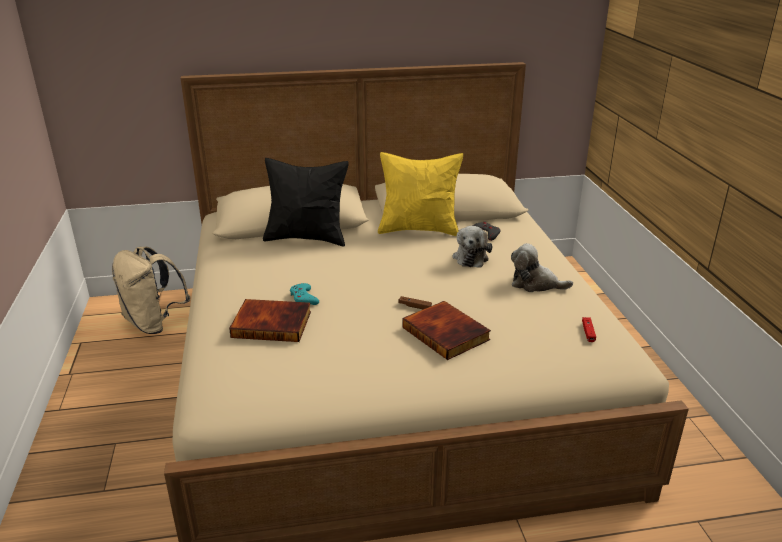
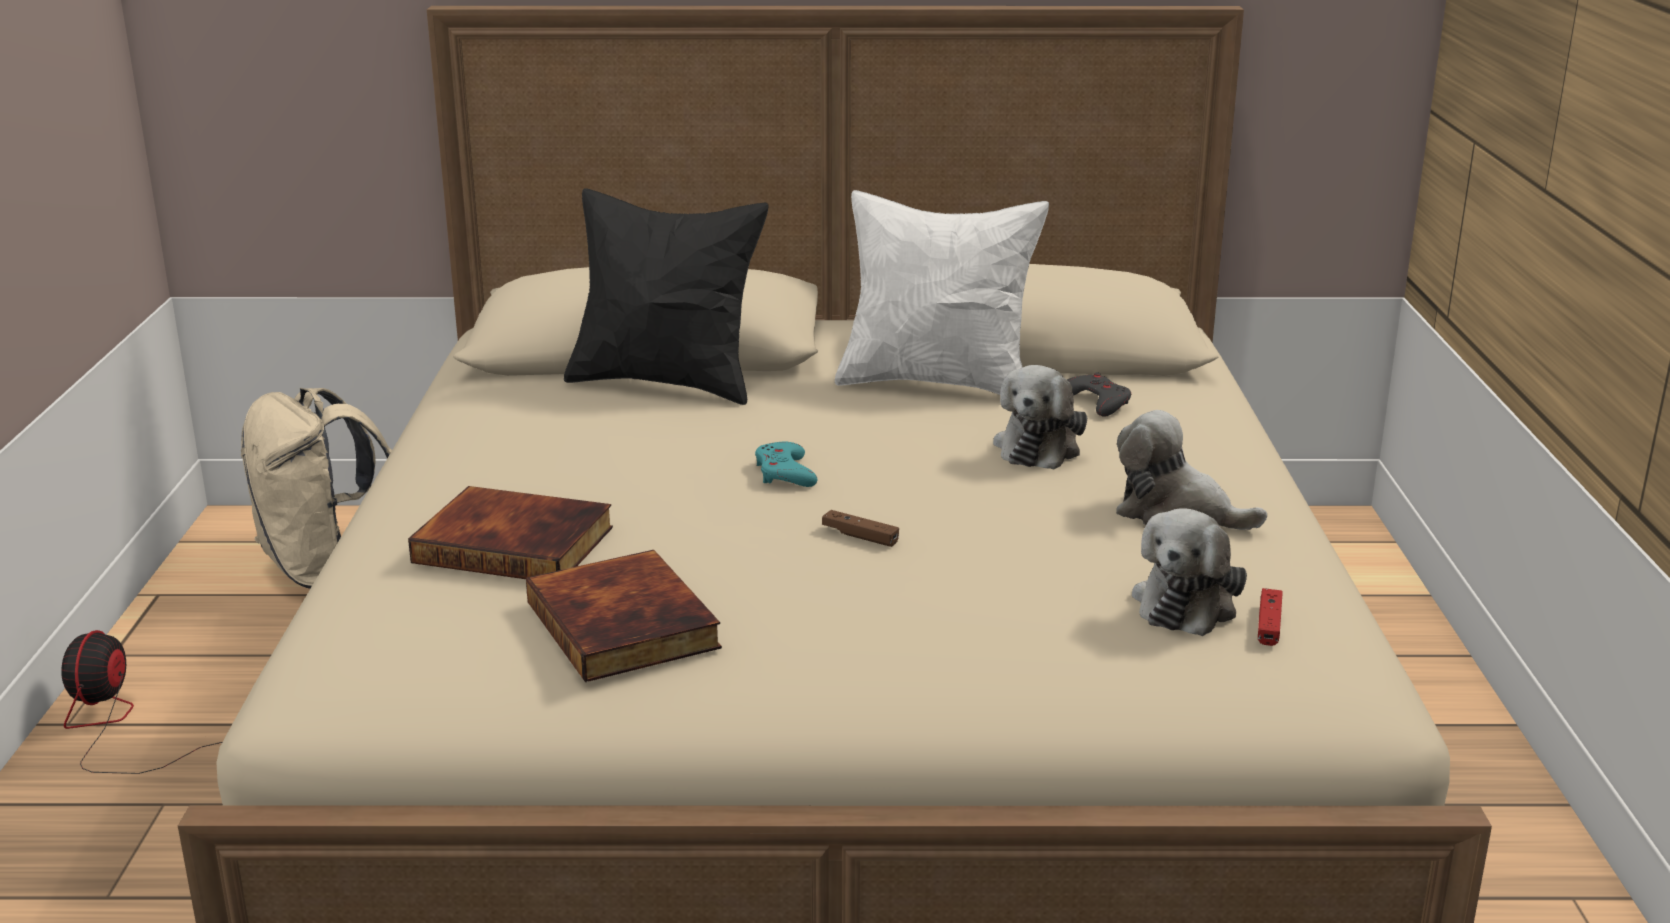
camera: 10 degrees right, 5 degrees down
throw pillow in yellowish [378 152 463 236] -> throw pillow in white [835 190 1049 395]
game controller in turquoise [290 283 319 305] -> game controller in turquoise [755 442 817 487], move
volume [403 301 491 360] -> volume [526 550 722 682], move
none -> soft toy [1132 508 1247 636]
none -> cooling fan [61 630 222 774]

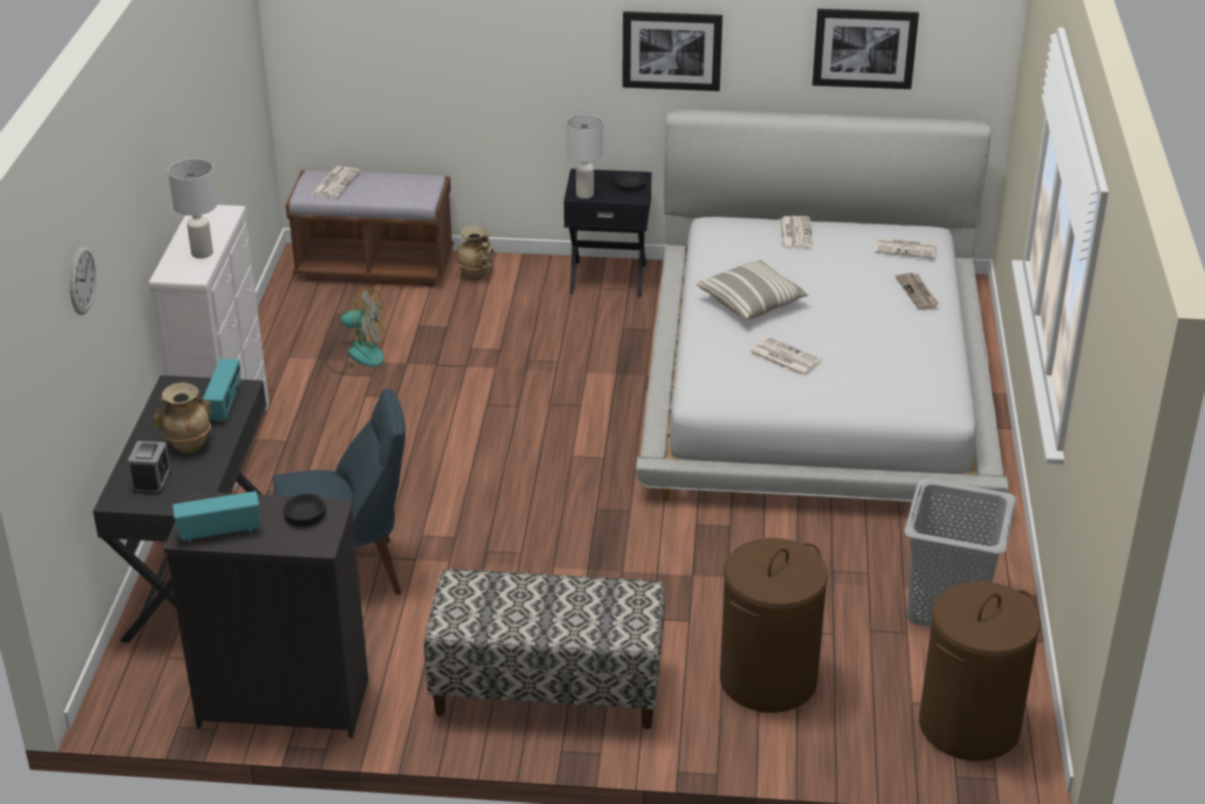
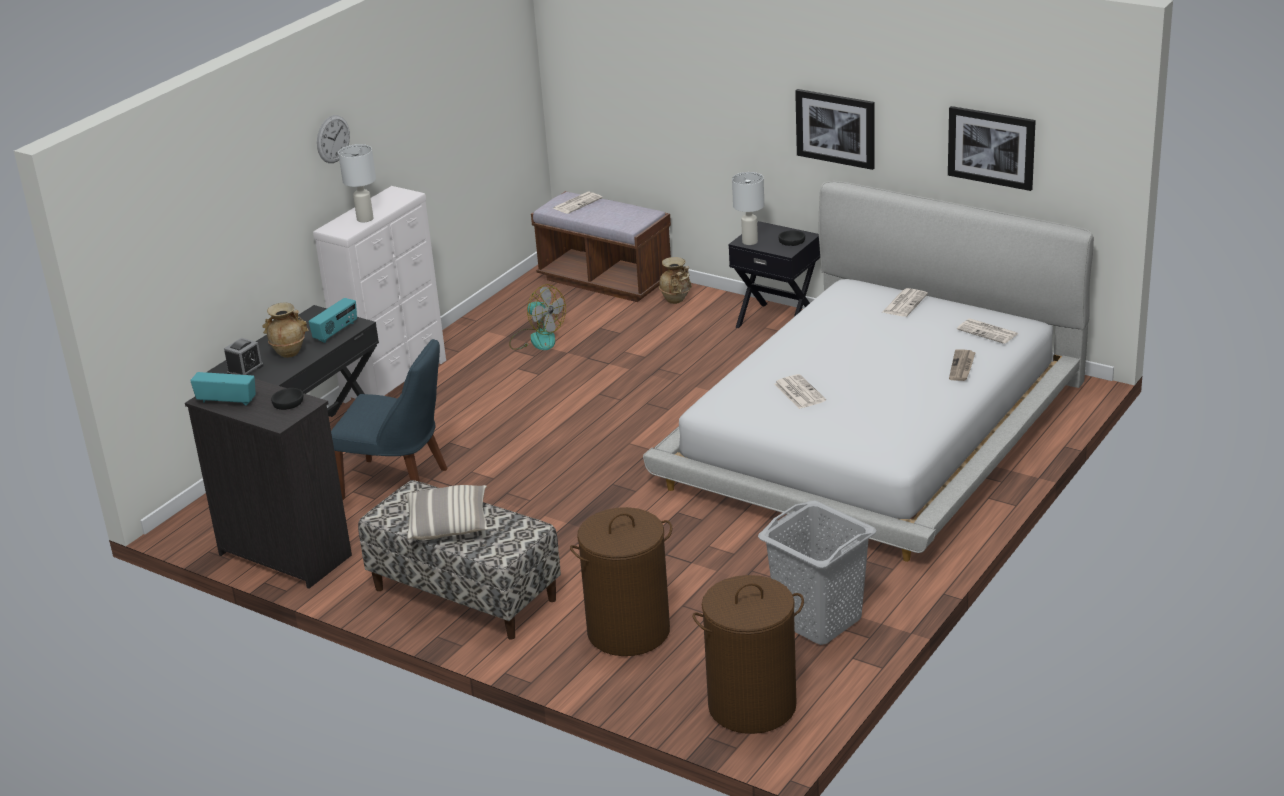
camera: 30 degrees right, 5 degrees down
clock on the wall [70 245 96 315] -> clock on the wall [317 115 350 163], move
throw pillow [696 260 810 320] -> throw pillow [406 485 488 540], move

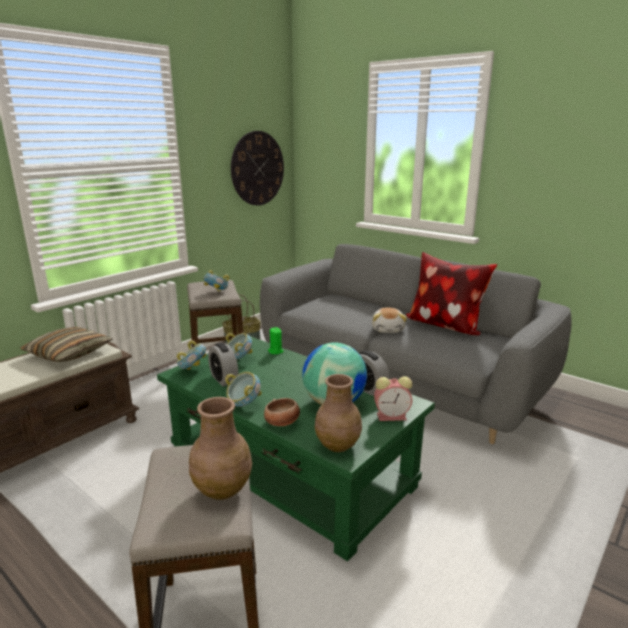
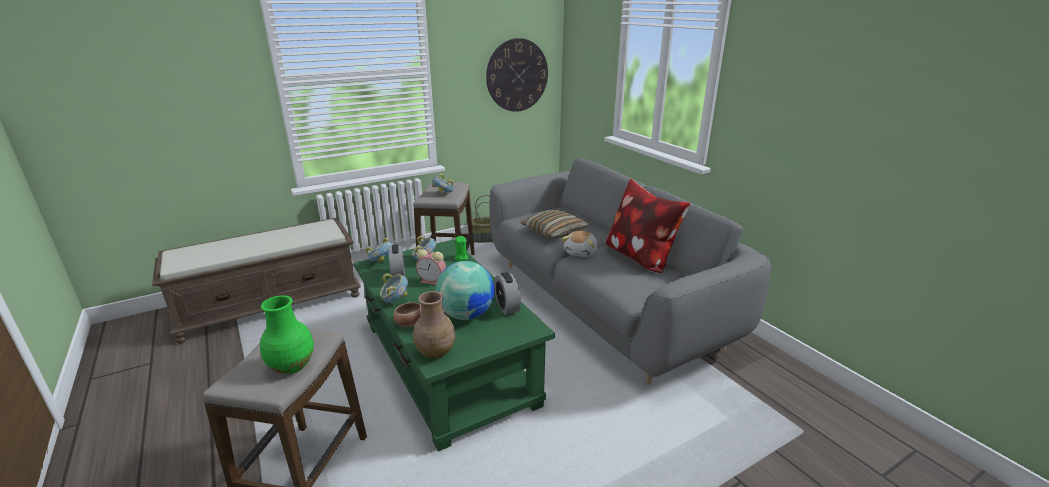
camera: 20 degrees right, 5 degrees up
throw pillow [20 327 112 362] -> throw pillow [520 210 590 238], move
table clock [374 376 412 421] -> table clock [416 249 446 285], move
vase in brown-coloured [189 397 252 500] -> vase in greenish [260 295 314 374]

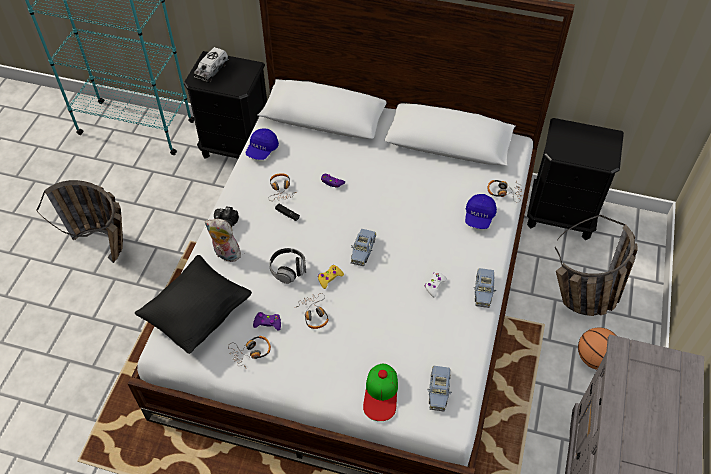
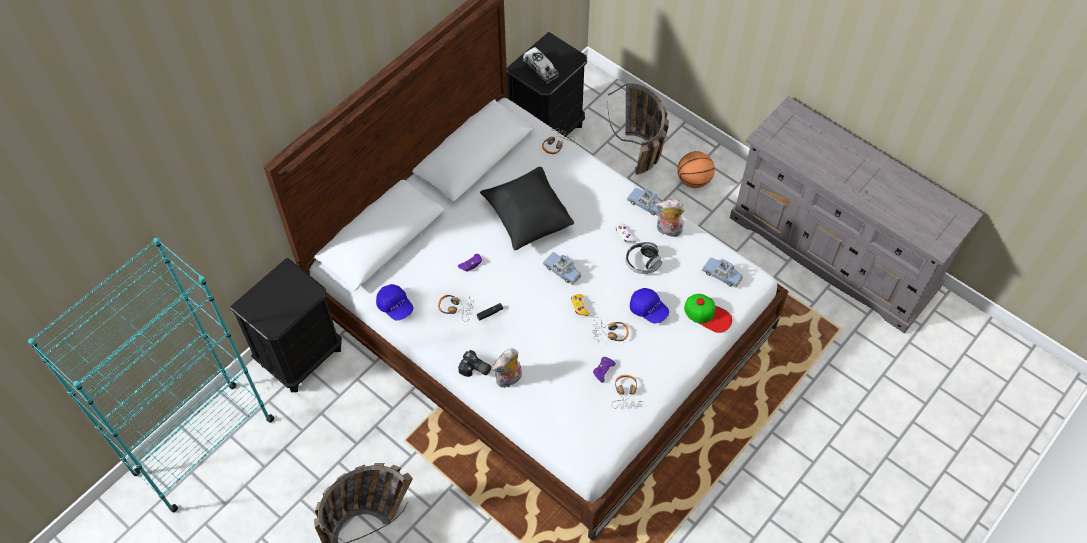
camera: 65 degrees left, 5 degrees up
toy truck [194 47 229 83] -> toy truck [523 47 559 84], move
baseball cap in blue-coloured [465 194 497 229] -> baseball cap in blue-coloured [630 288 669 324], move
pair of headphones [269 248 306 284] -> pair of headphones [626 242 662 274], move
throw pillow in blackish [135 255 252 354] -> throw pillow in blackish [480 167 574 250], move
none -> soft toy [655 199 685 239]

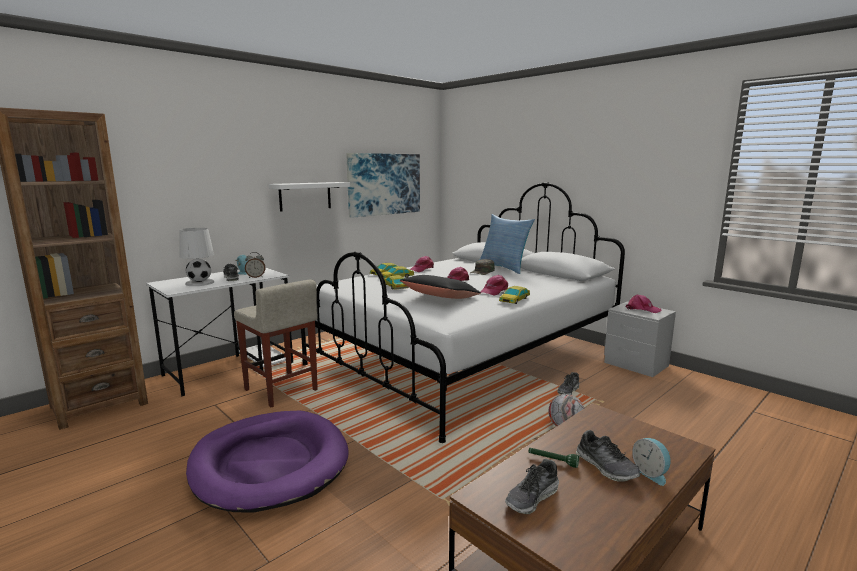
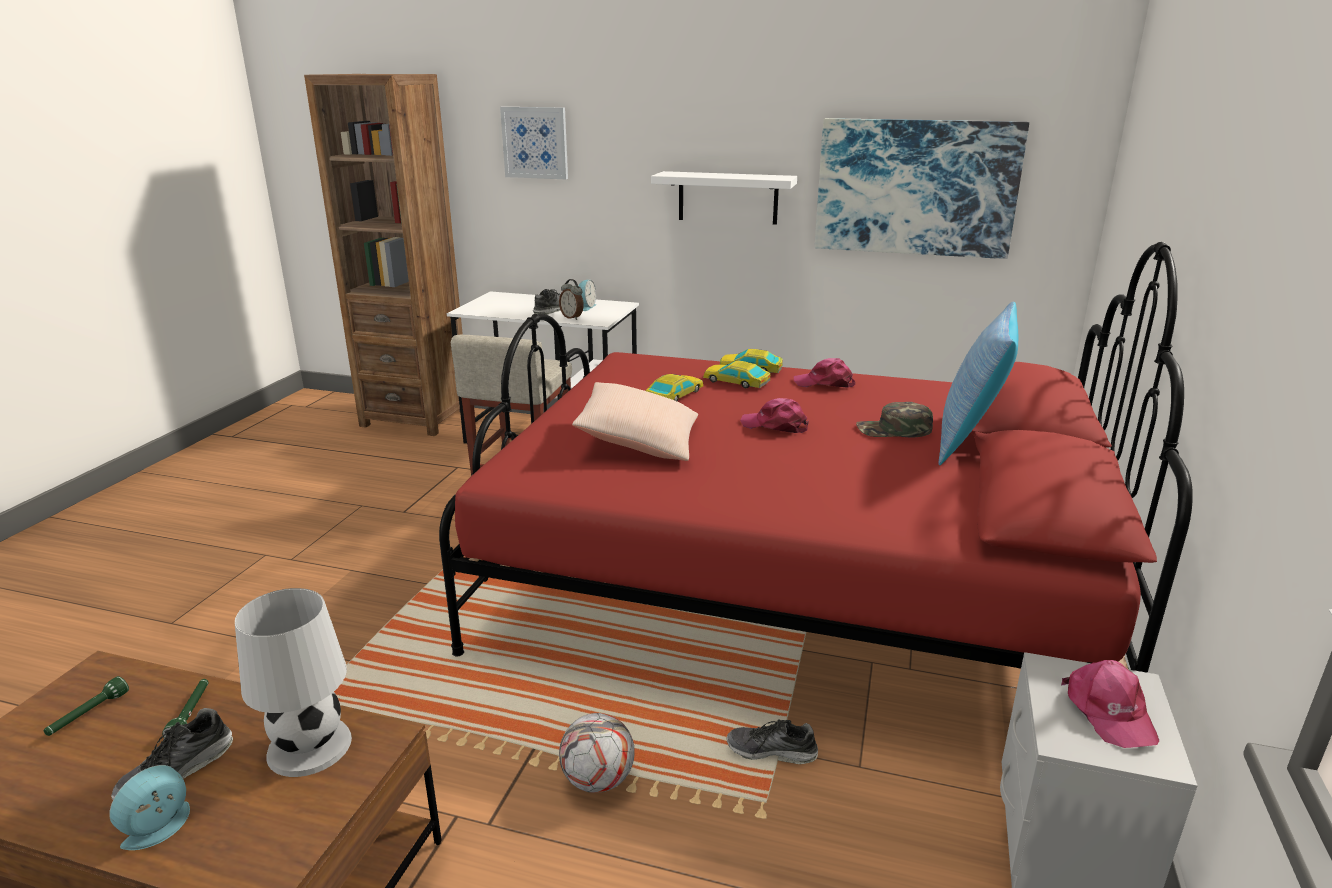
camera: 60 degrees right, 10 degrees up
bed in white [301 182 625 443] -> bed in red [439 242 1193 673]
table lamp in white [179 228 214 286] -> table lamp in white [235 588 352 777], move
throw pillow in blackish [400 275 481 299] -> throw pillow in beige-coloured [572 382 698 461]
baseball cap in pinkish [480 275 508 296] -> none
miniature car [499 286 530 304] -> none
dog bed in purple [186 411 349 513] -> none
item of footwear [505 459 559 514] -> hand torch in greenish [44 676 129 736]
none -> picture [500 107 568 179]

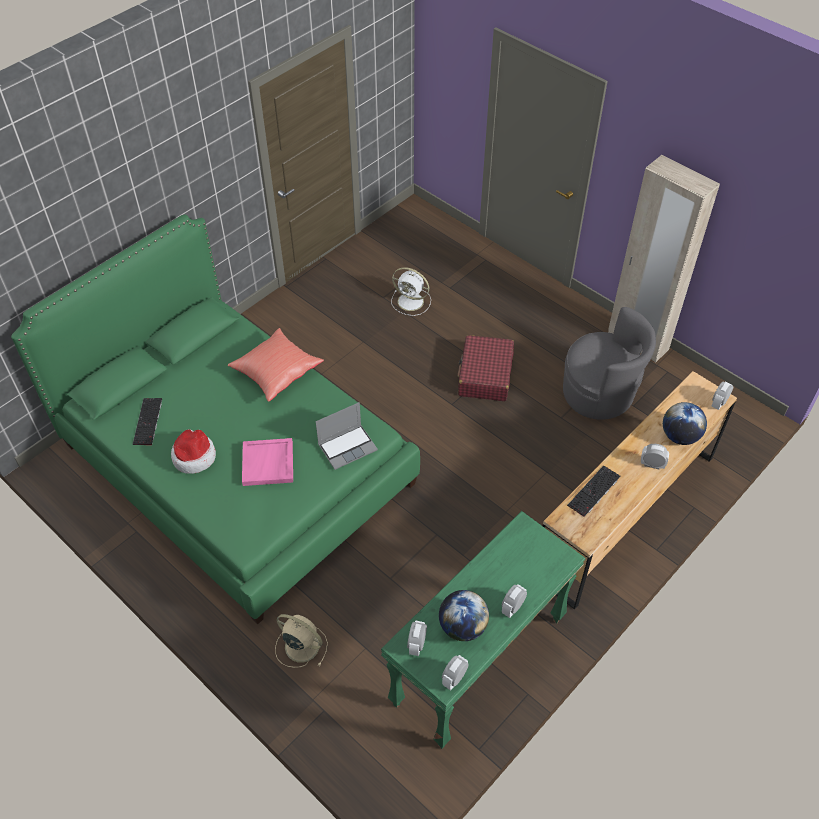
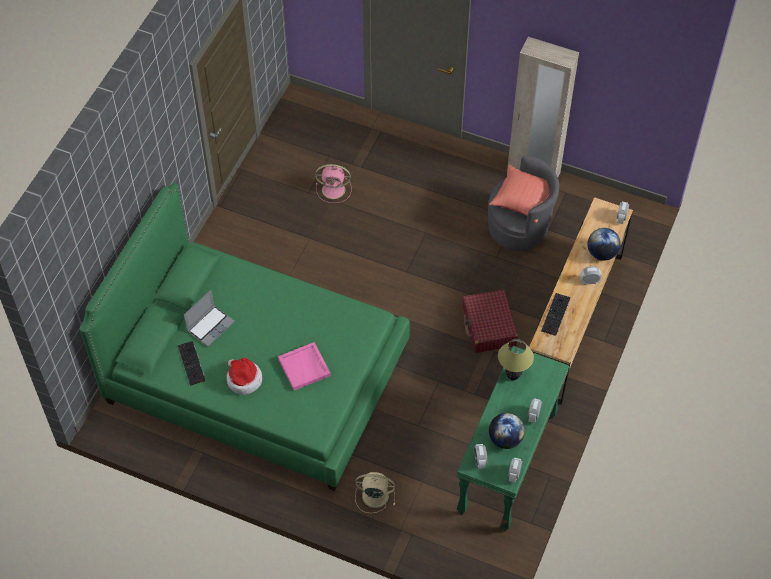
camera: 20 degrees left, 5 degrees up
cooling fan in white [391 267 431 316] -> cooling fan in pinkish [315 164 351 203]
throw pillow in red [228 328 324 402] -> throw pillow in red [489 164 550 223], move
piece of luggage in red [458 335 514 401] -> piece of luggage in red [463 290 518 353], move
laptop [316 402 378 470] -> laptop [184 290 235 347], move
none -> table lamp [498 339 534 380]

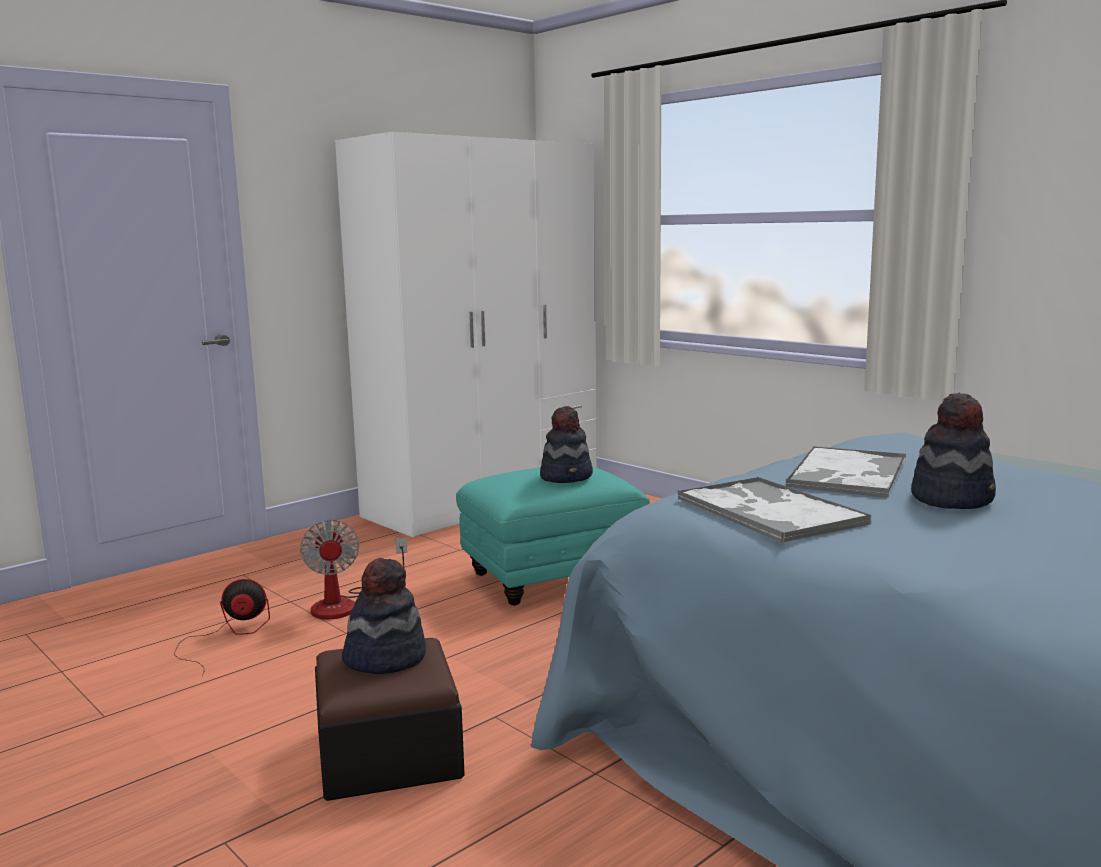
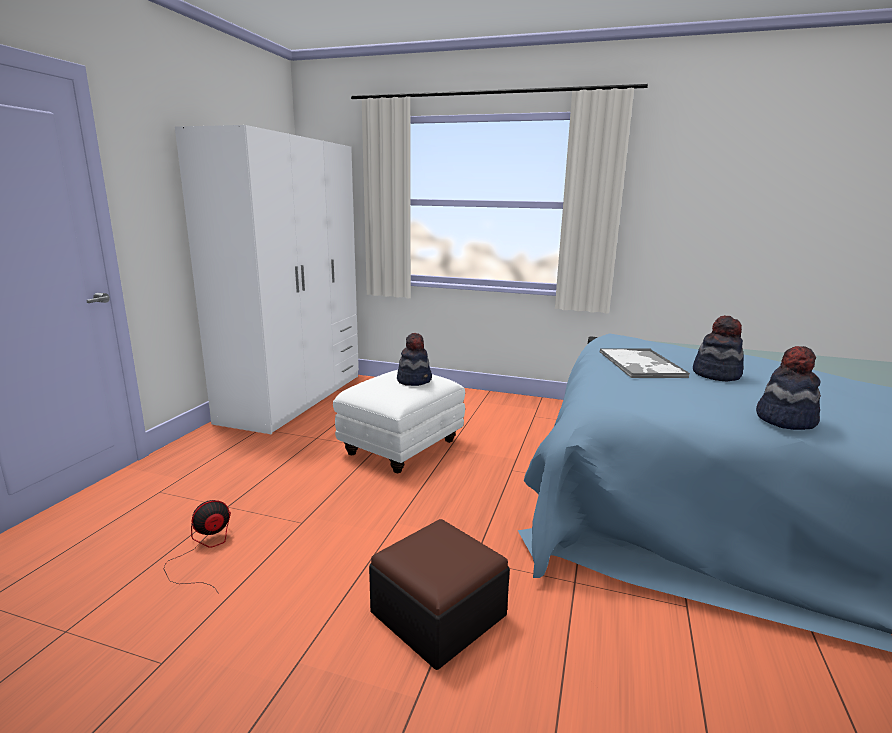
camera: 30 degrees left, 5 degrees up
ottoman in turquoise [456 467 650 606] -> ottoman in white [333 370 465 473]
carrying tray [678 477 872 543] -> none
cooling fan [300 520 407 619] -> none
clothing hat [342 558 426 674] -> clothing hat [756 346 821 430], move

